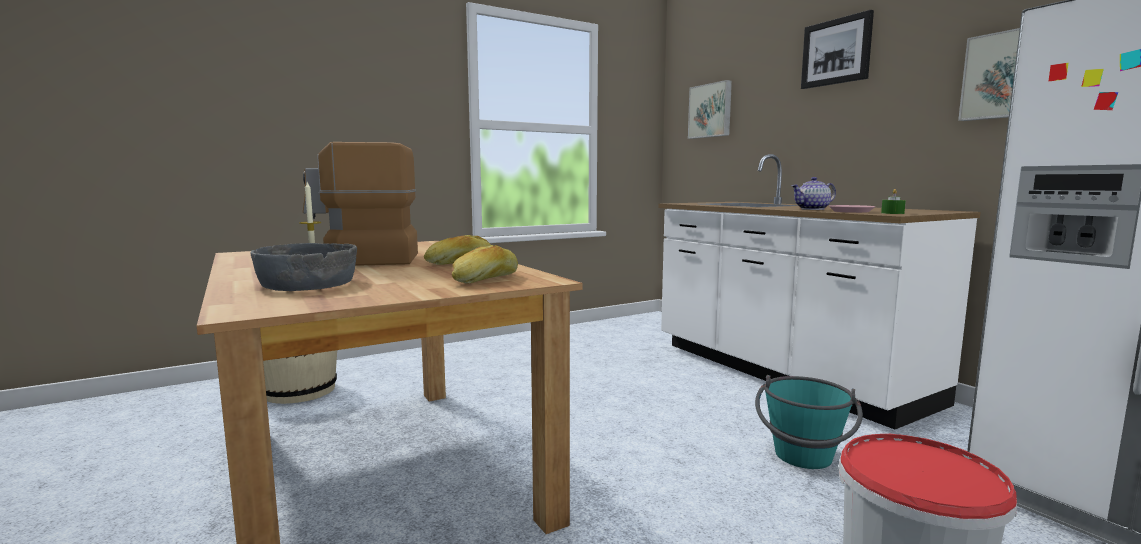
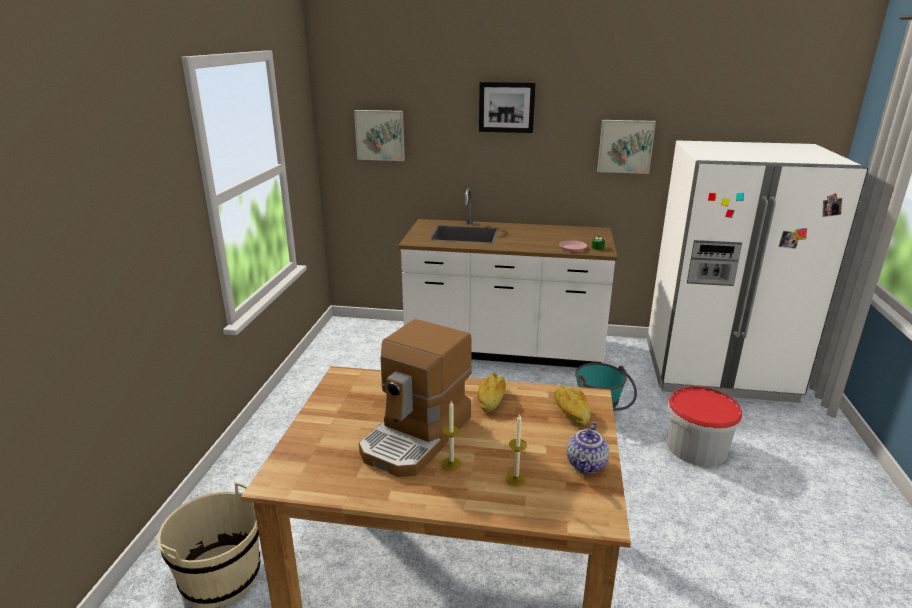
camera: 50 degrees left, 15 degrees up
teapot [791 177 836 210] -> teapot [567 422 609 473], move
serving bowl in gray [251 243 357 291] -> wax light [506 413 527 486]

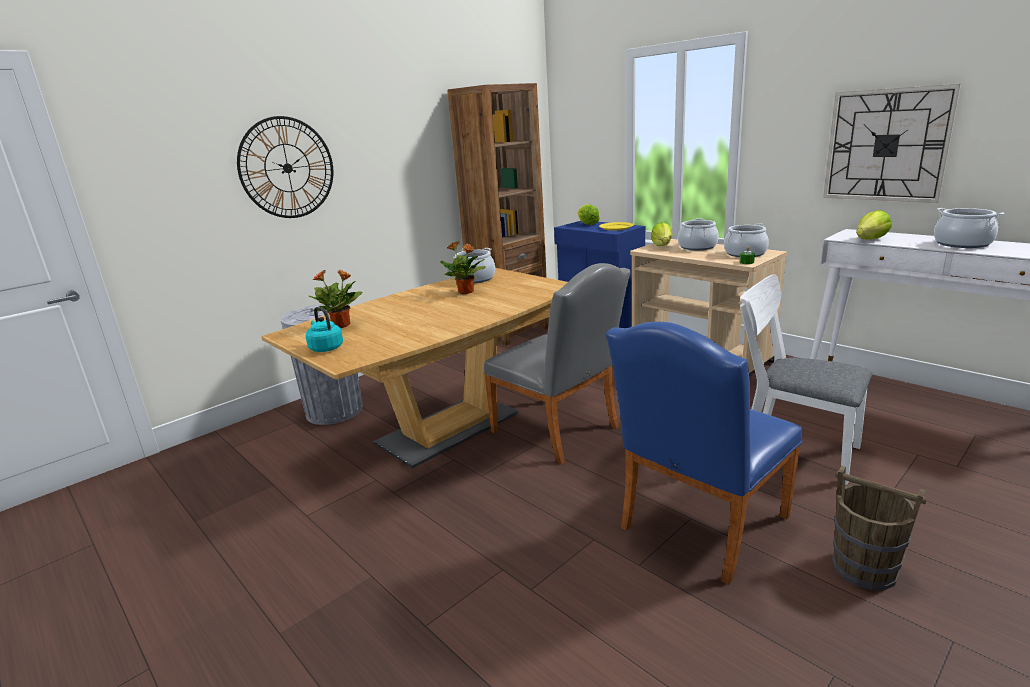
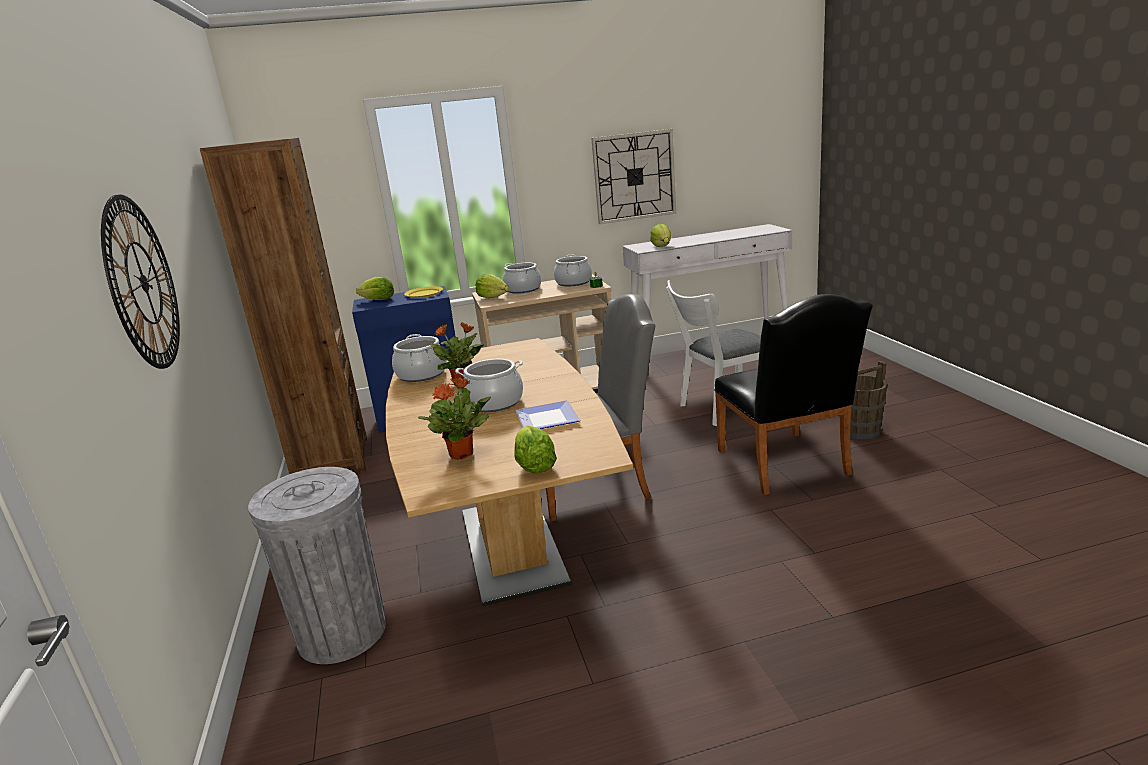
camera: 60 degrees left, 0 degrees up
stockpot [934 208 1004 248] -> stockpot [455 359 523 412], move
tea kettle in turquoise [306 307 343 352] -> head of lettuce [514 425 557 474]
chair in blue-coloured [606 322 803 585] -> chair in blackish [714 294 873 495]
none -> flat dish [516 401 580 429]

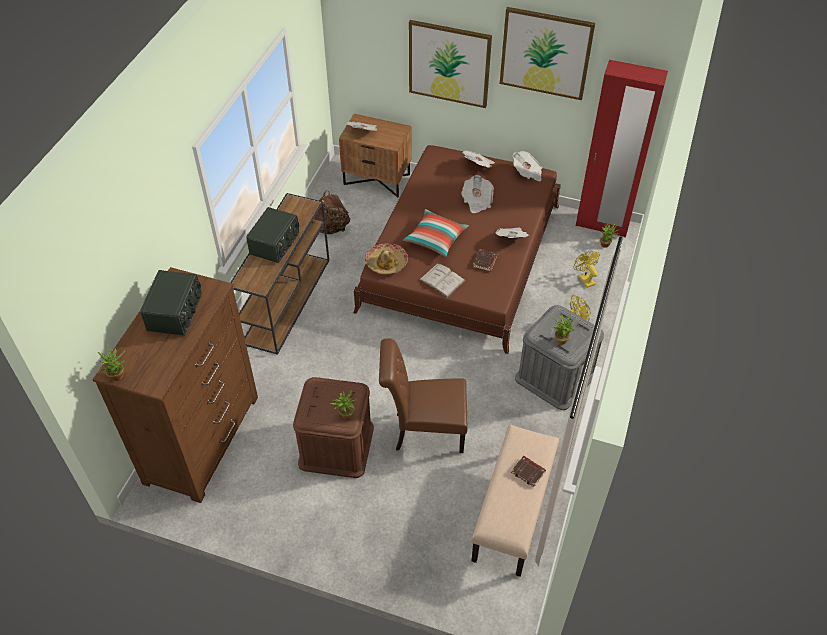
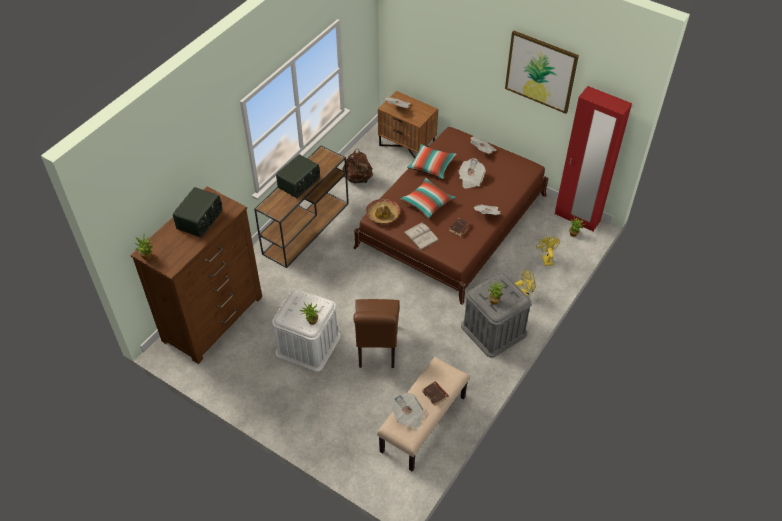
camera: 15 degrees right, 0 degrees up
picture [409 20 492 108] -> none
newspaper [513 151 542 181] -> newspaper [392 393 425 430], move
chair in brown-coloured [379 338 468 453] -> chair in brown-coloured [353 299 399 368], 105 degrees counterclockwise
storage box in brown-coloured [293 377 374 478] -> storage box in white [272 289 340 372]
none -> throw pillow [407 144 457 179]

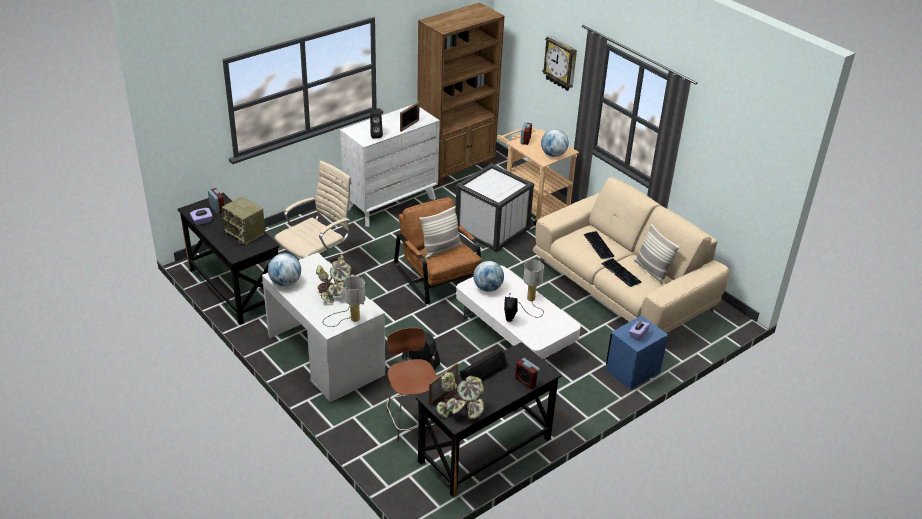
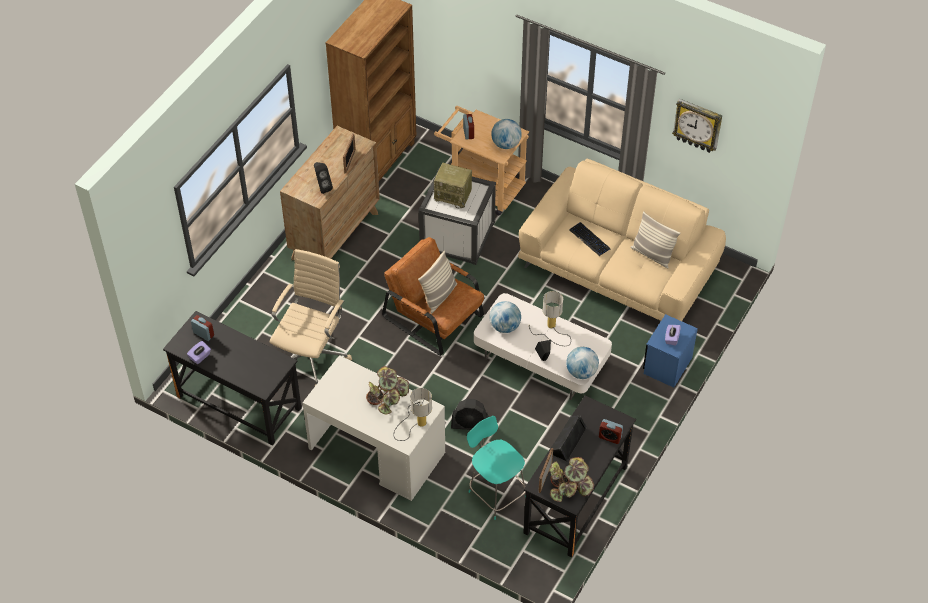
camera: 20 degrees left, 15 degrees up
clock on the wall [542 36 577 91] -> clock on the wall [672 99 722 153], move
drawer chest in white [340 105 440 226] -> drawer chest in brown-coloured [280 126 380 260]
radio [221 196 265 245] -> radio [434 163 472 208], move
desk globe [268 253 301 286] -> desk globe [566 347 599 379], move
computer keyboard [601 258 641 287] -> none
chair in brown-coloured [386 328 439 442] -> chair in turquoise [467 416 526 520]

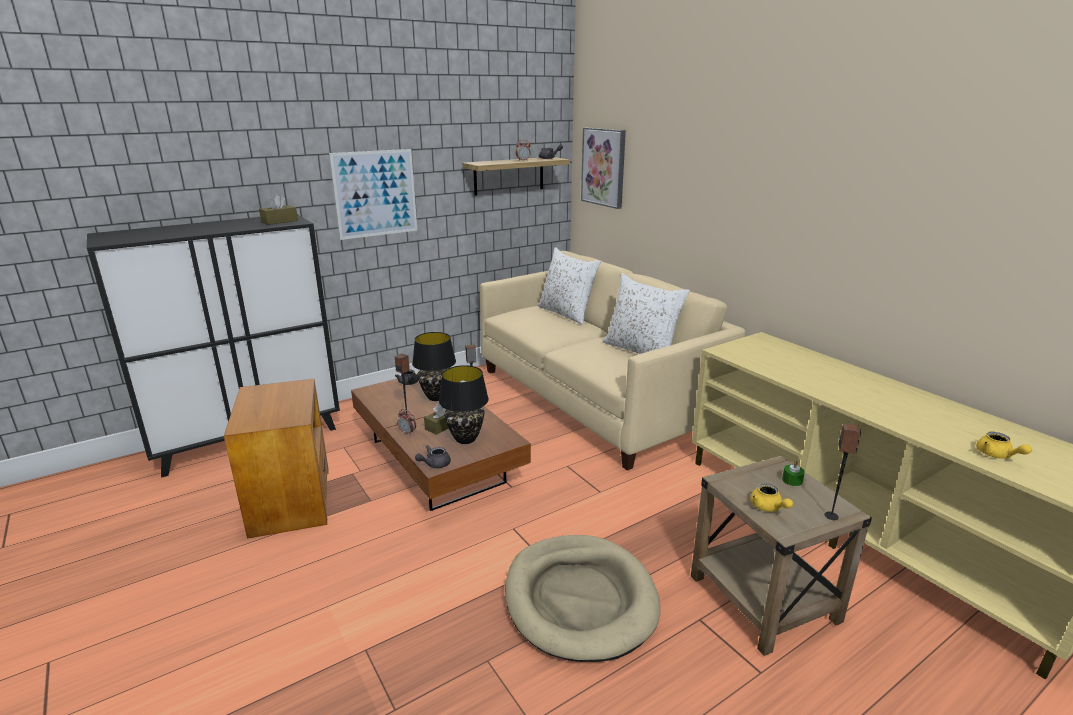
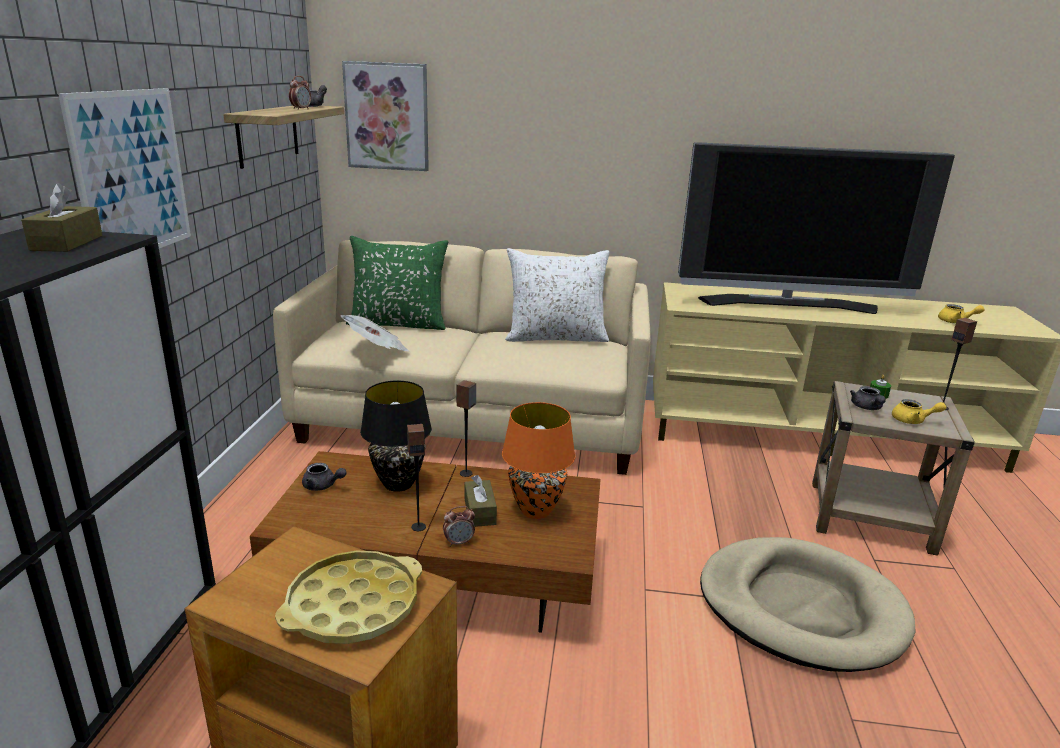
camera: 50 degrees left, 0 degrees up
throw pillow in white [538 247 601 325] -> throw pillow in greenish [346 236 448 330]
table lamp in blackish [439 365 489 444] -> table lamp in orangey [502 402 576 519]
teapot in gray [415 445 451 468] -> teapot in gray [850 386 886 410], move
none -> television [678 142 955 314]
none -> newspaper [340 315 409 352]
none -> carrying tray in yellowish [275 551 422 644]

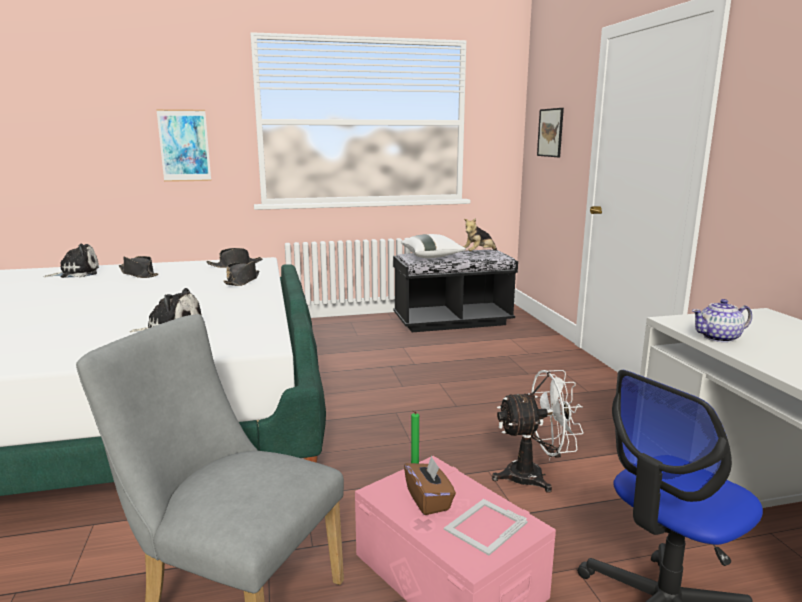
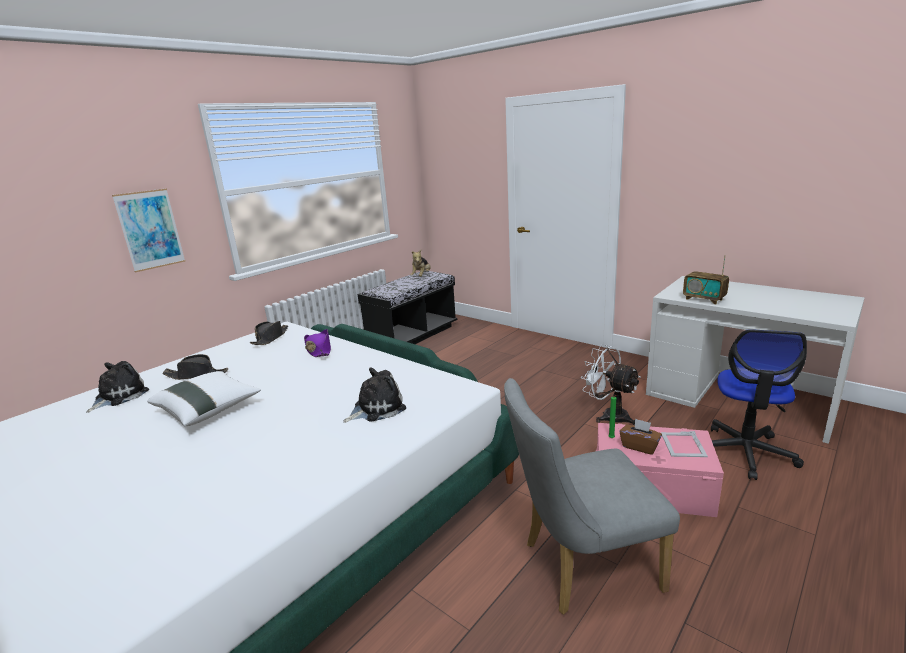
camera: 35 degrees left, 5 degrees up
picture [537 108 564 157] -> none
throw pillow in white [401 234 466 258] -> throw pillow in white [147 371 261 426], move
clothing hat in blackish [223 261 259 286] -> clothing hat in purple [304 329 331 357]
teapot [692 299 752 343] -> radio [683 255 729 304]
cooling fan in white [492 370 584 493] -> cooling fan in white [581 344 641 425], 90 degrees counterclockwise

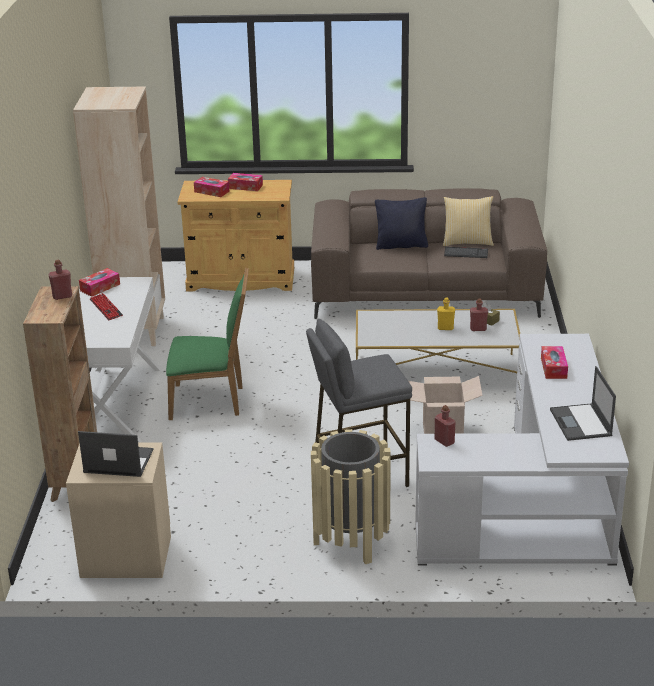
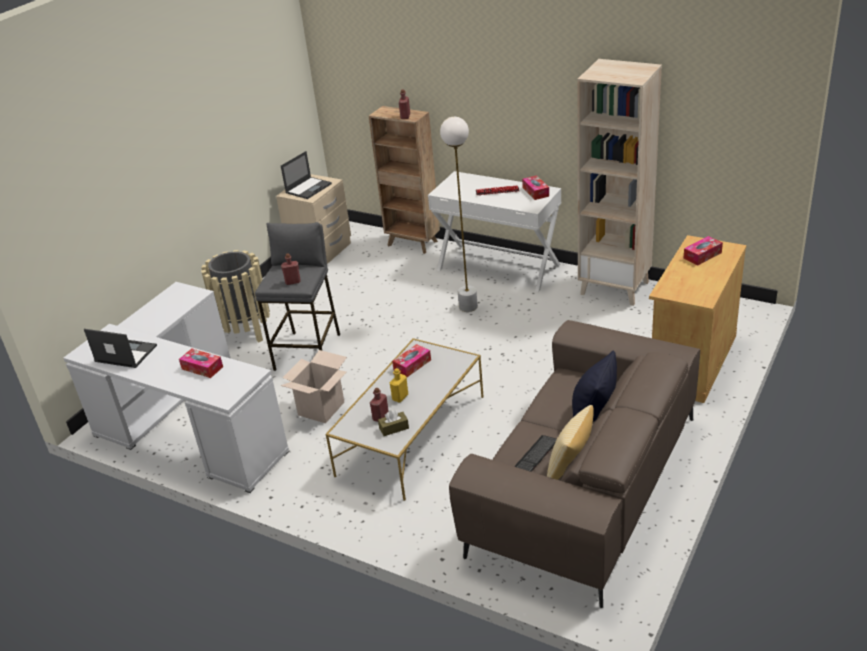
camera: 120 degrees right, 5 degrees up
tissue holder [228 173 263 191] -> tissue holder [392 344 431 377], move
chair in greenish [166 268 249 420] -> floor lamp in white [440 117 478 312]
bottle in red [435 405 456 447] -> bottle in red [281 253 301 285], move

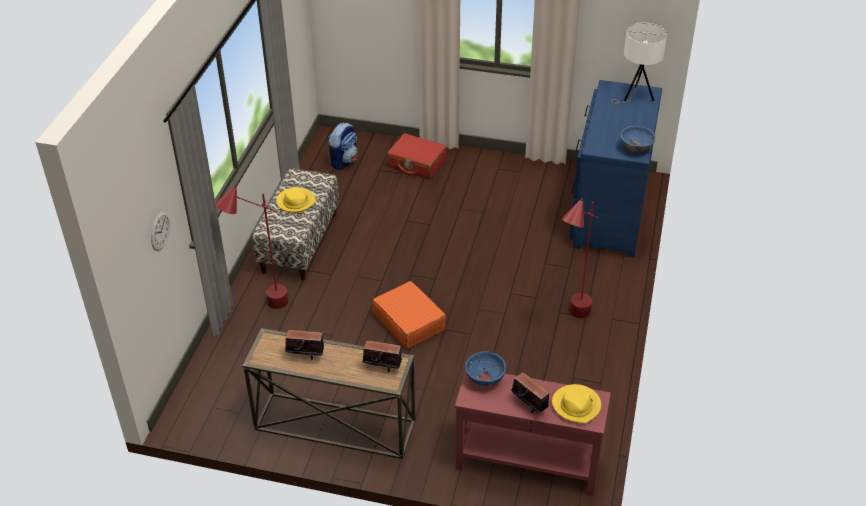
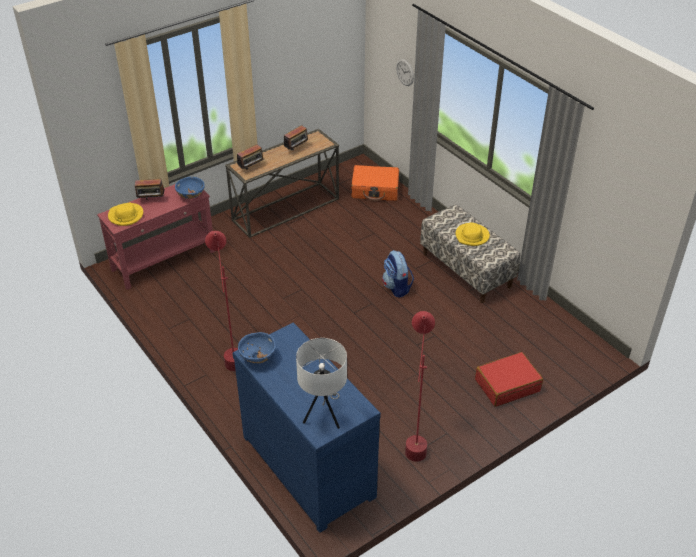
camera: 130 degrees right, 0 degrees up
rucksack [327 123 358 170] -> rucksack [382 250 414 298], move
floor lamp in red [215 185 288 309] -> floor lamp in red [405 311 435 462], move
piece of luggage in orangey [372 281 446 349] -> piece of luggage in orangey [351 165 399 201], move

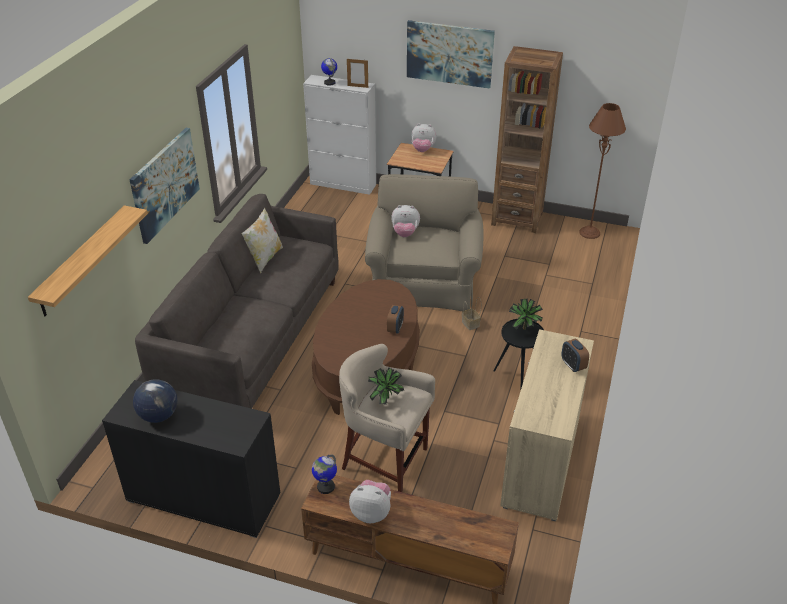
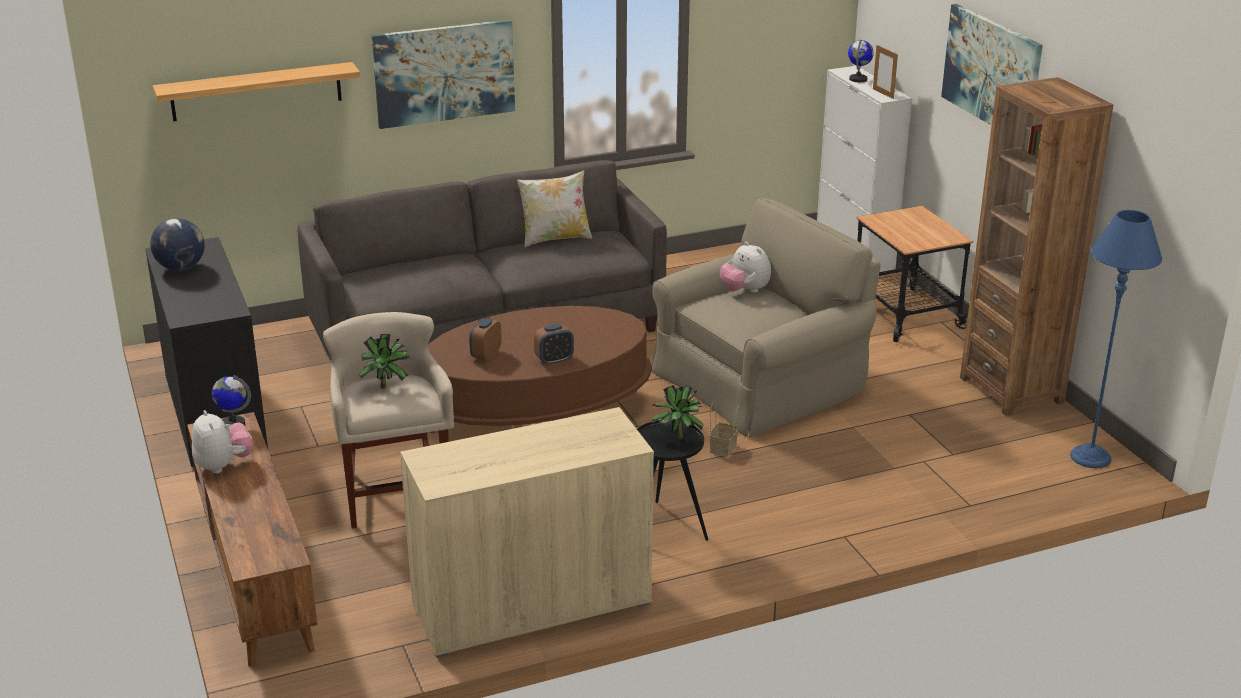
camera: 50 degrees right, 10 degrees down
floor lamp in brown-coloured [579 103 626 239] -> floor lamp in blue-coloured [1070 210 1162 468]
soft toy [411 123 437 152] -> none
table clock [561 339 589 372] -> table clock [469 318 502 361], move

